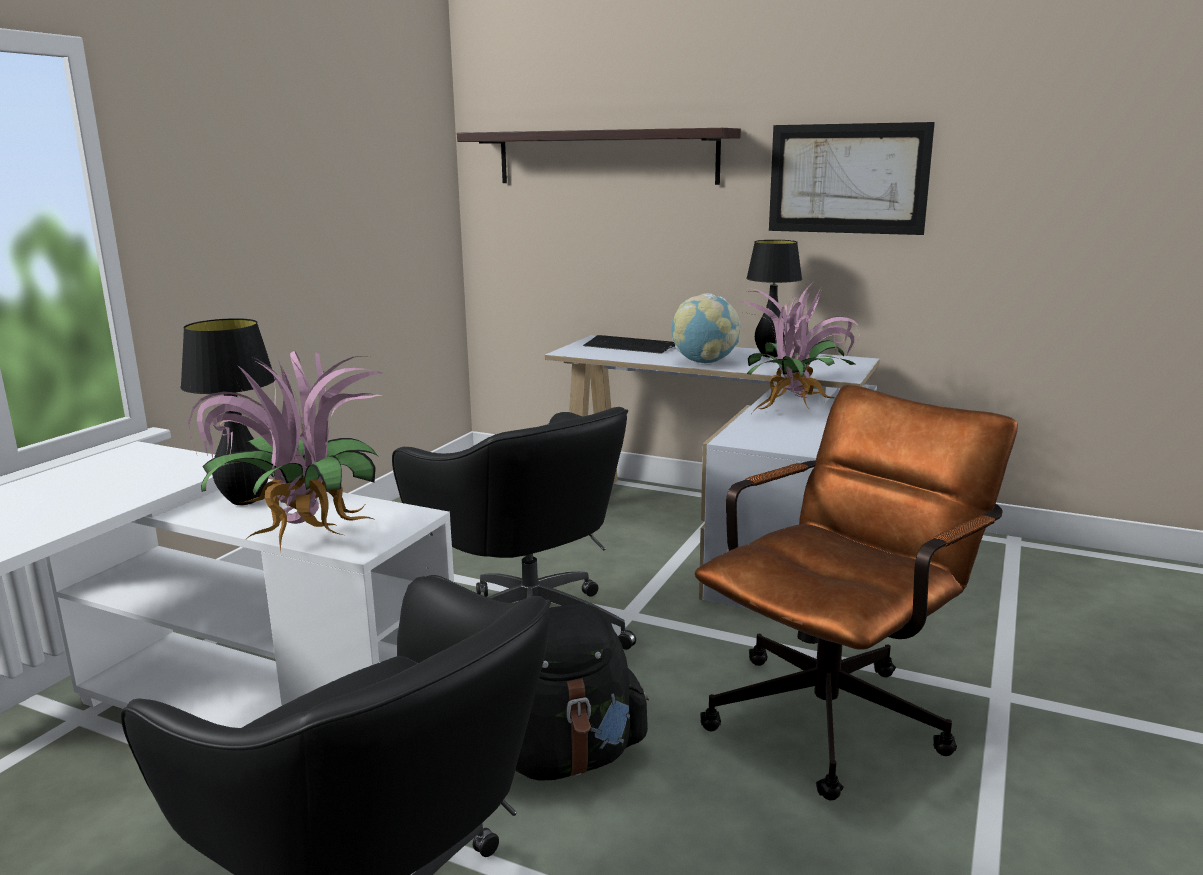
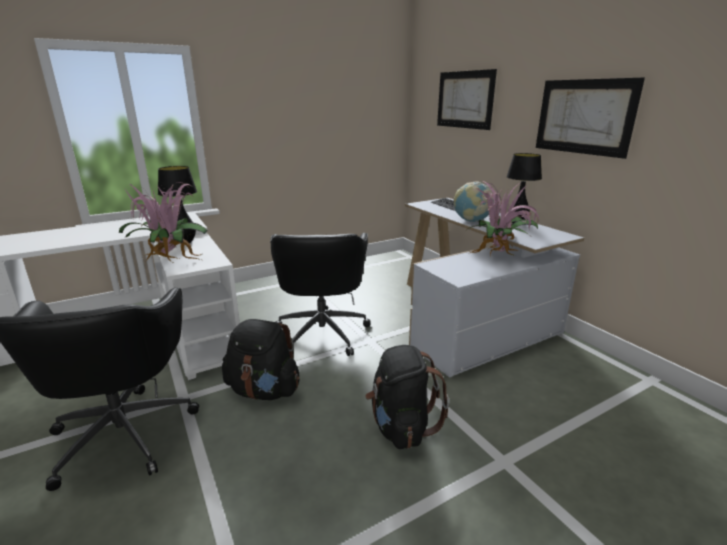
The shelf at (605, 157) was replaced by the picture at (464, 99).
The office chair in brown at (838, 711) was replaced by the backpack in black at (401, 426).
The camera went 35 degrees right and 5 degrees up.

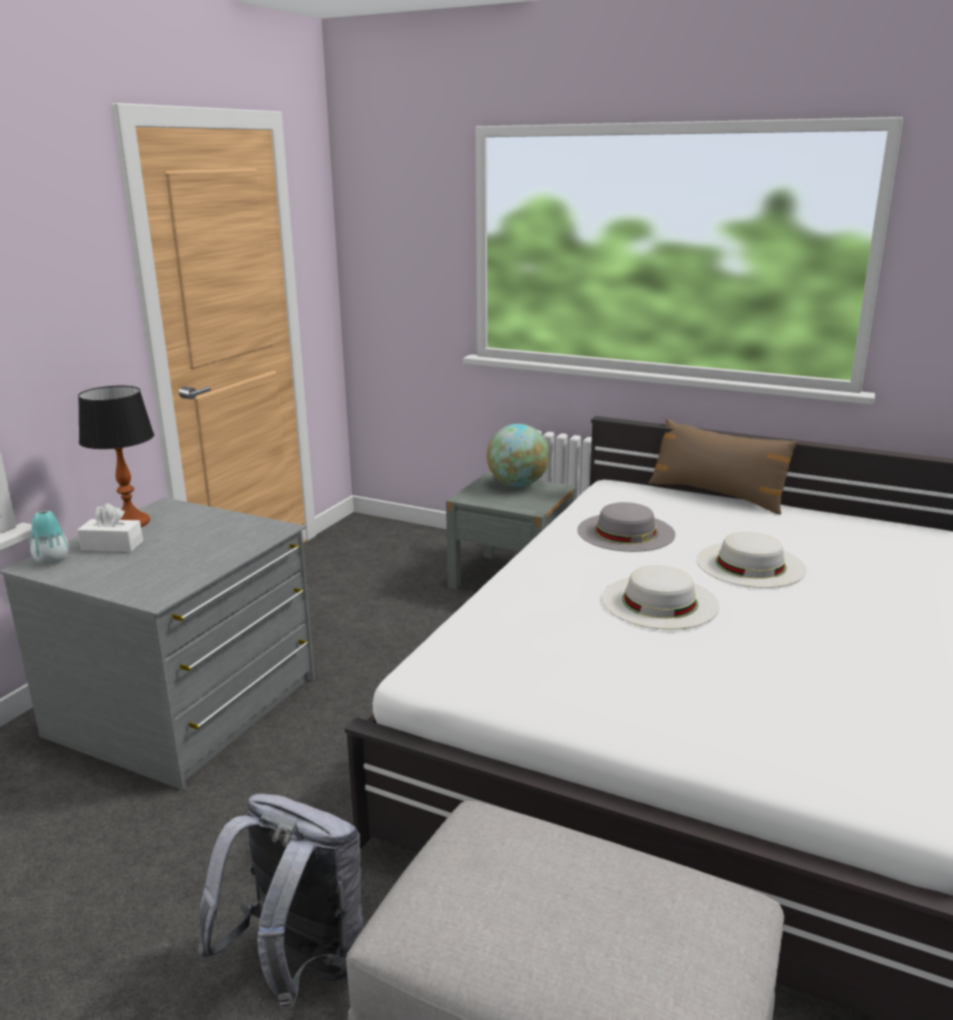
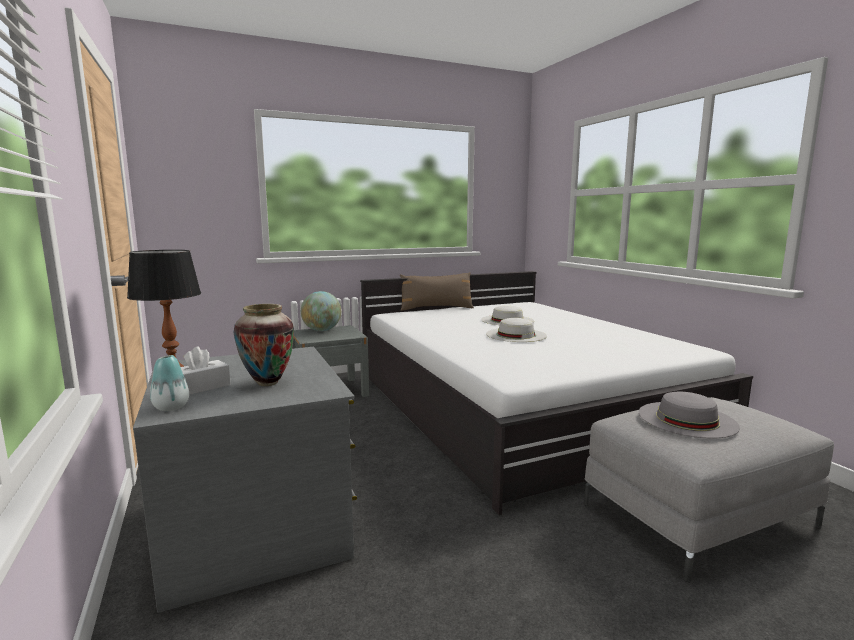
The backpack in grey at (298, 967) disappeared.
The vase at (267, 383) appeared.
The hat in grey moved from (626, 532) to (687, 419).
The camera went 50 degrees left and 10 degrees down.

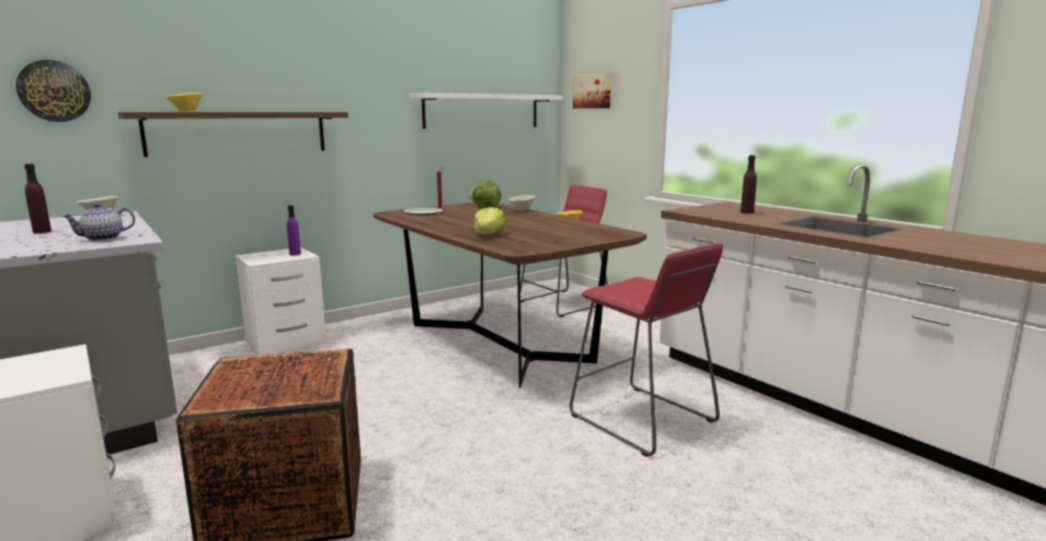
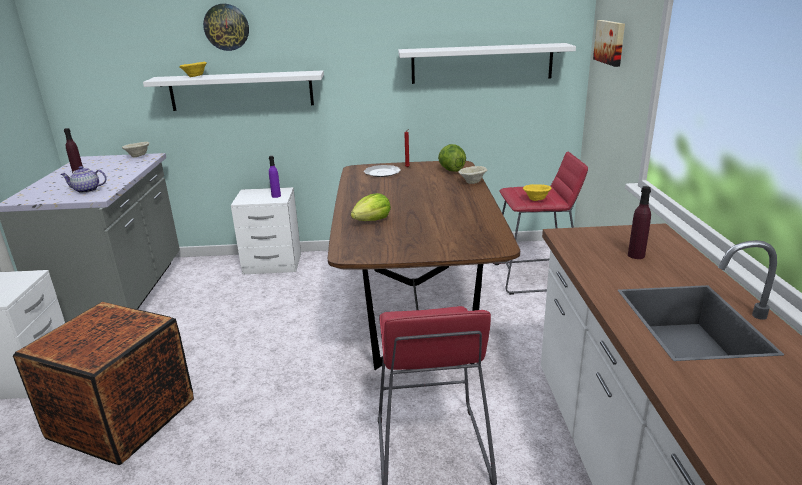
The wall clock moved from (54, 91) to (226, 27).
The shelf in brown at (238, 132) became the shelf in white at (241, 90).
The camera went 35 degrees right and 10 degrees up.

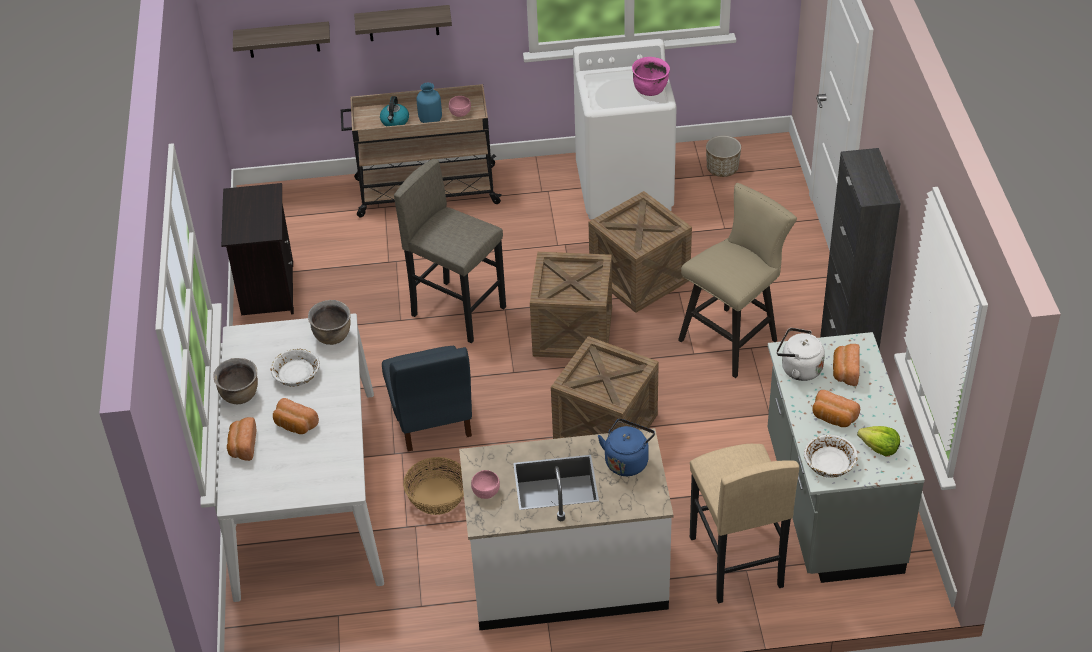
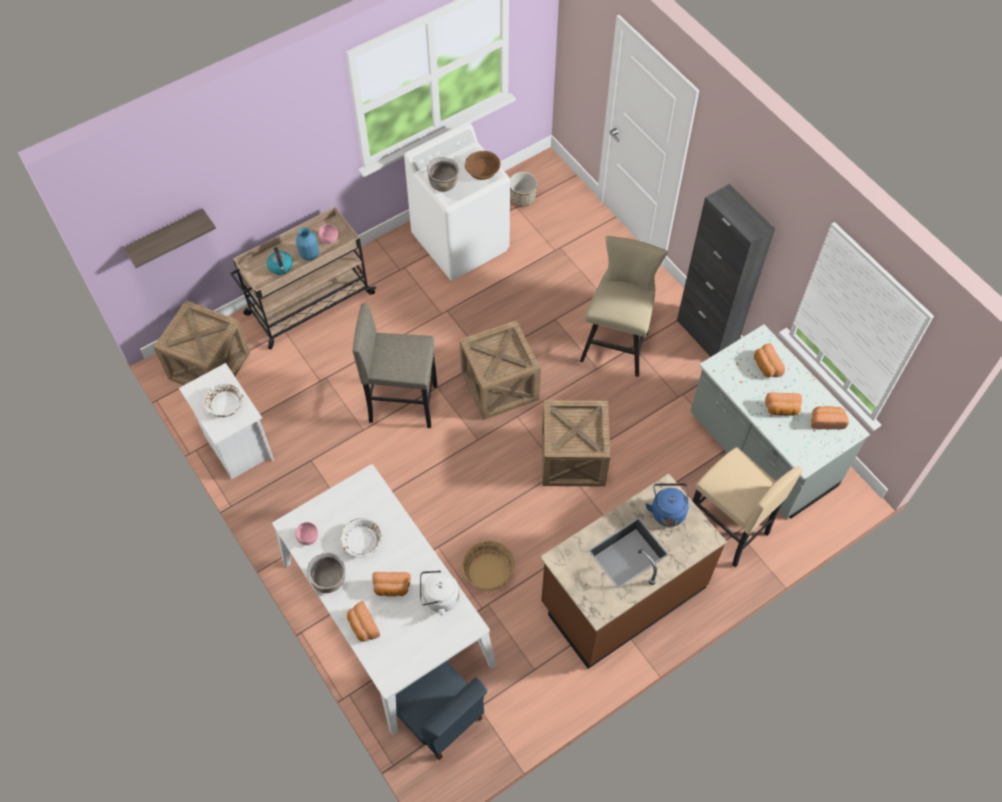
The shelf at (403, 23) disappeared.
The cooking pot in brown moved from (333, 336) to (444, 184).
The chair in blue moved from (431, 418) to (438, 715).
The bowl in pink moved from (486, 491) to (308, 537).
The crate moved from (639, 277) to (209, 366).
The kettle in white moved from (798, 369) to (439, 598).
The bowl in white moved from (829, 464) to (225, 405).
The cooking pot in pink at (650, 90) was replaced by the bowl in brown at (482, 170).
The lettuce at (879, 448) was replaced by the bread at (826, 421).
The nightstand in black at (266, 289) became the nightstand in white at (237, 446).
The counter in white at (568, 577) became the counter in brown at (622, 595).
The camera went 30 degrees left and 15 degrees up.

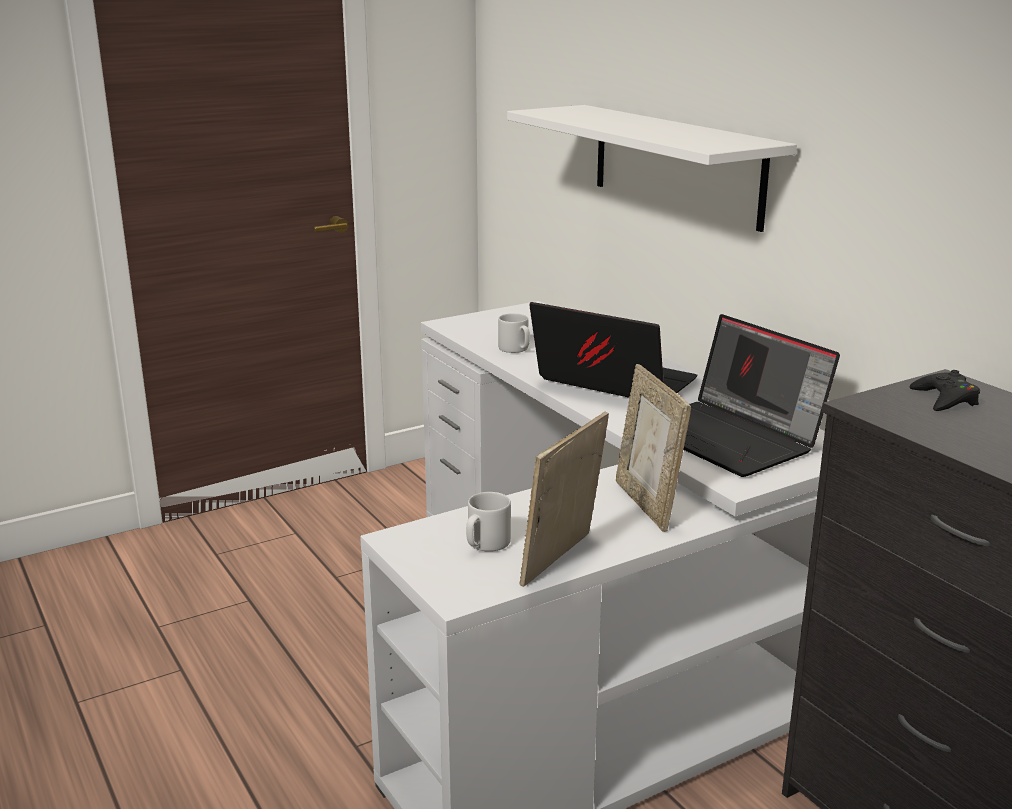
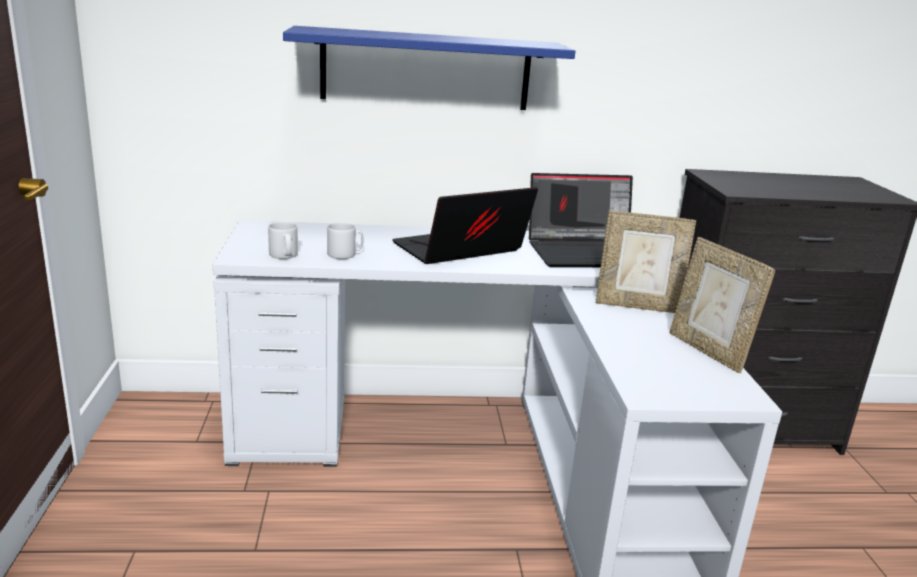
The game controller in black at (945, 399) disappeared.
The mug in grey moved from (485, 544) to (284, 256).
The shelf in white at (676, 164) became the shelf in blue at (426, 69).
The camera went 65 degrees left and 0 degrees up.

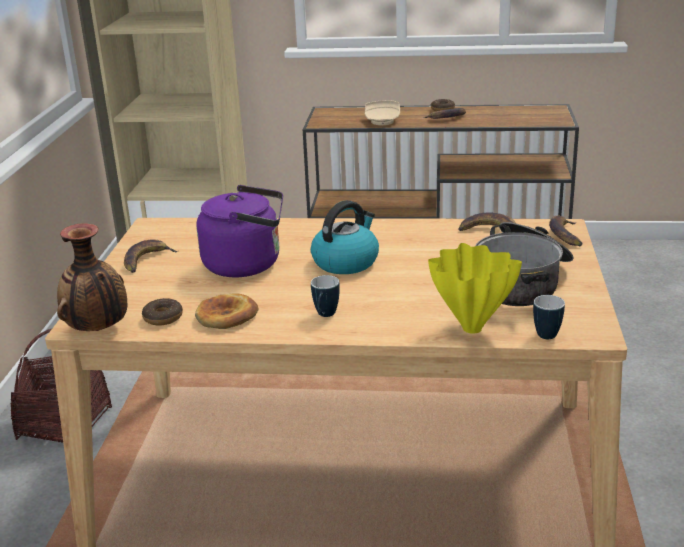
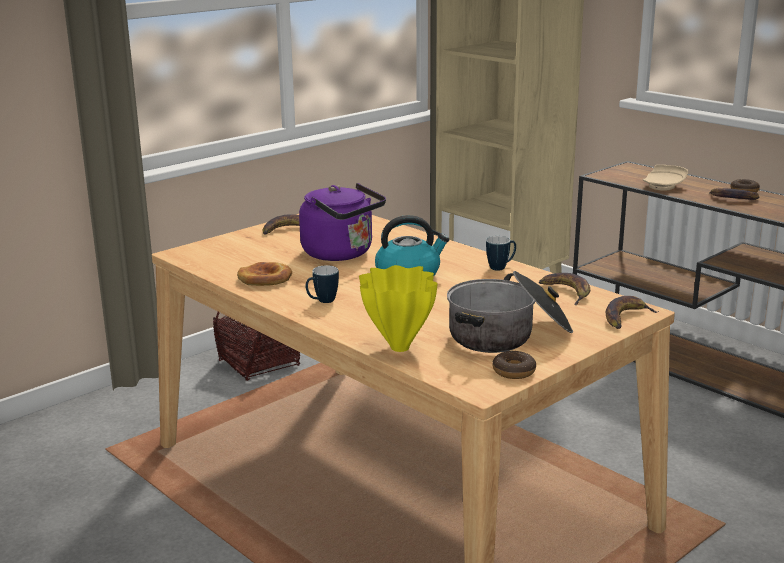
The vase at (98, 330) disappeared.
The donut moved from (163, 317) to (514, 371).
The mug moved from (547, 332) to (501, 267).
The camera went 40 degrees right and 5 degrees down.

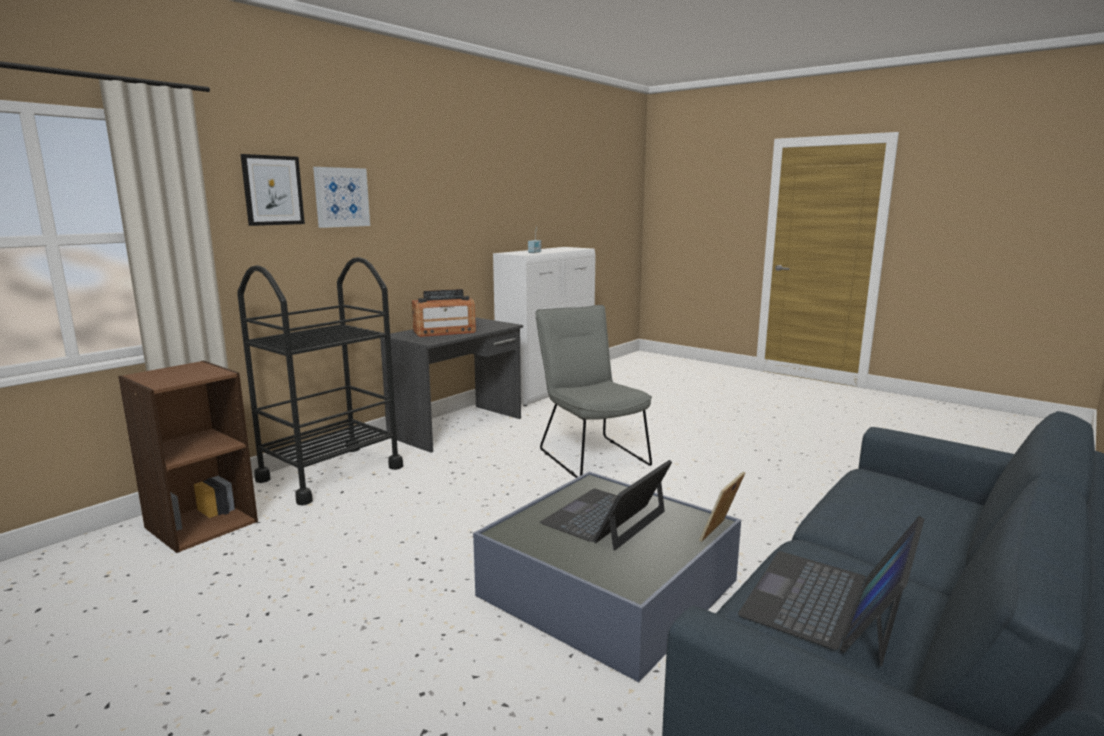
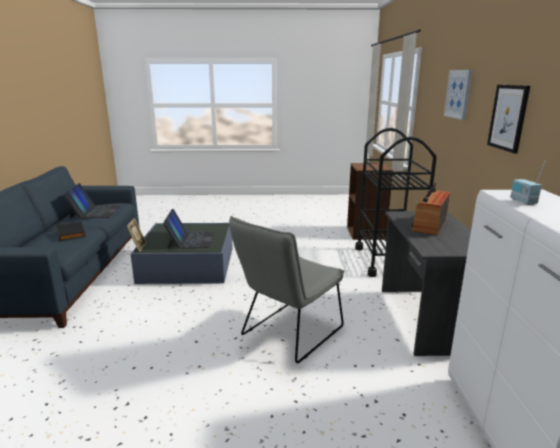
The book in black at (72, 233) appeared.
The picture moved from (273, 190) to (508, 117).
The chair in grey at (590, 454) turned 105 degrees clockwise.
The camera went 140 degrees right and 5 degrees up.

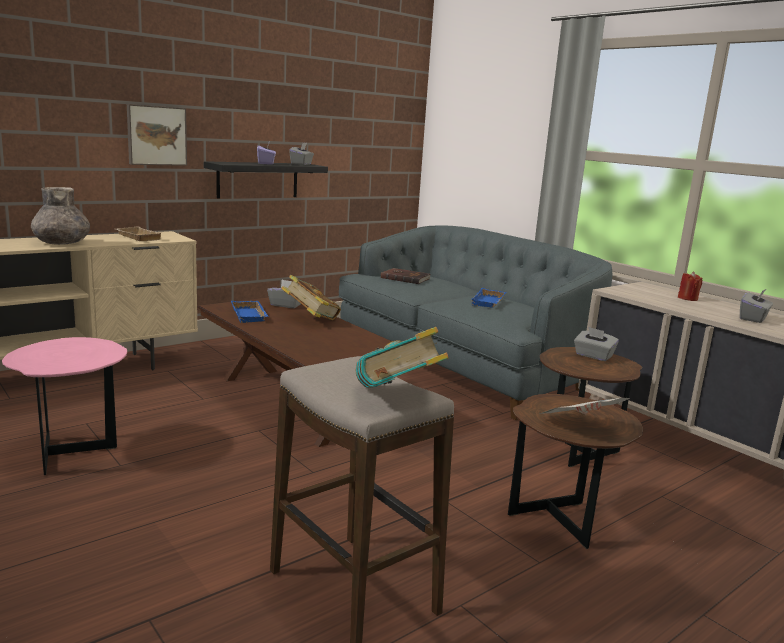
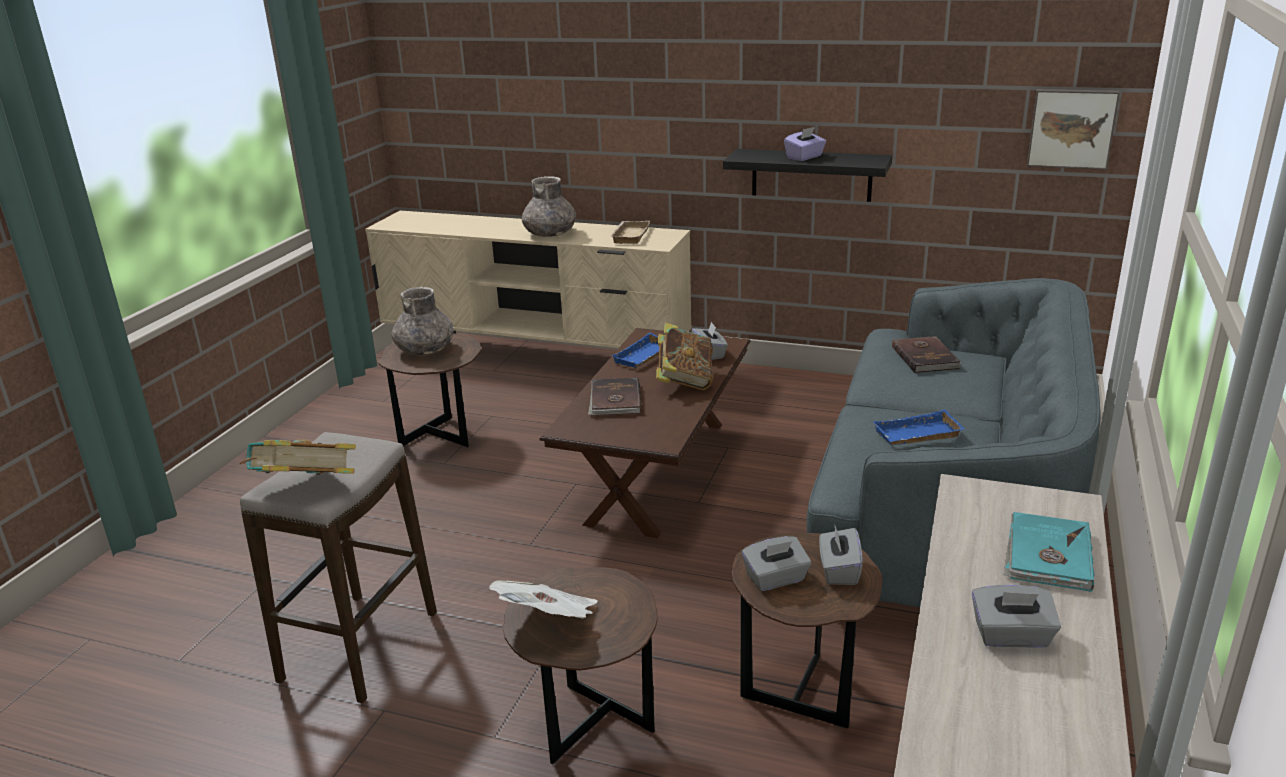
The vase in grey at (425, 350) appeared.
The book in brown at (614, 400) appeared.
The picture moved from (156, 135) to (1071, 128).
The tissue box in grey moved from (301, 164) to (776, 579).
The candle in red at (687, 298) was replaced by the book in turquoise at (1047, 556).
The side table in pink at (74, 452) became the side table in brown at (442, 438).
The camera went 60 degrees right and 10 degrees up.

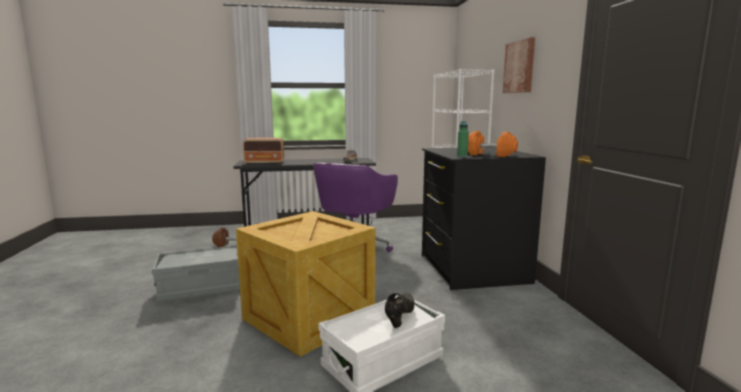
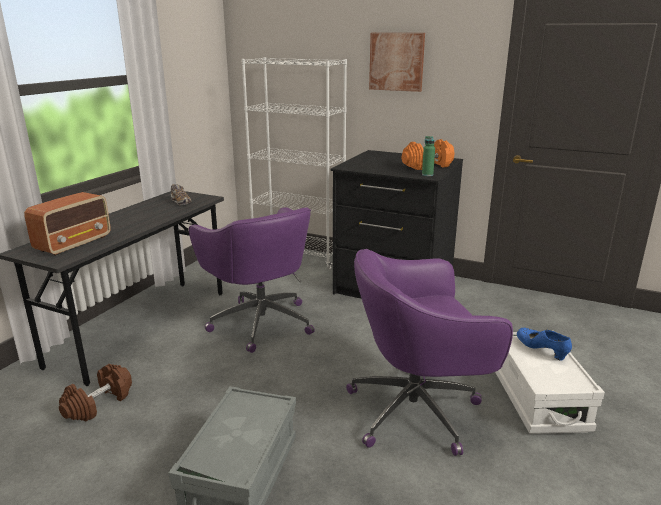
The crate at (309, 317) was replaced by the office chair in purple at (417, 410).
The shoe in black at (399, 317) became the shoe in blue at (541, 351).
The camera went 55 degrees left and 10 degrees up.

